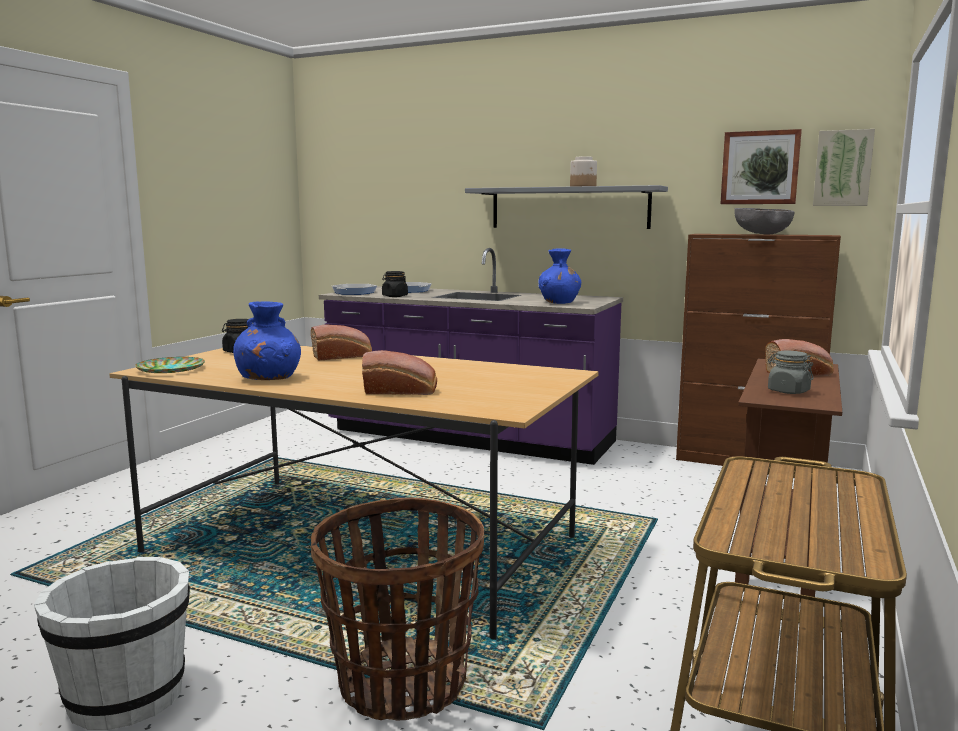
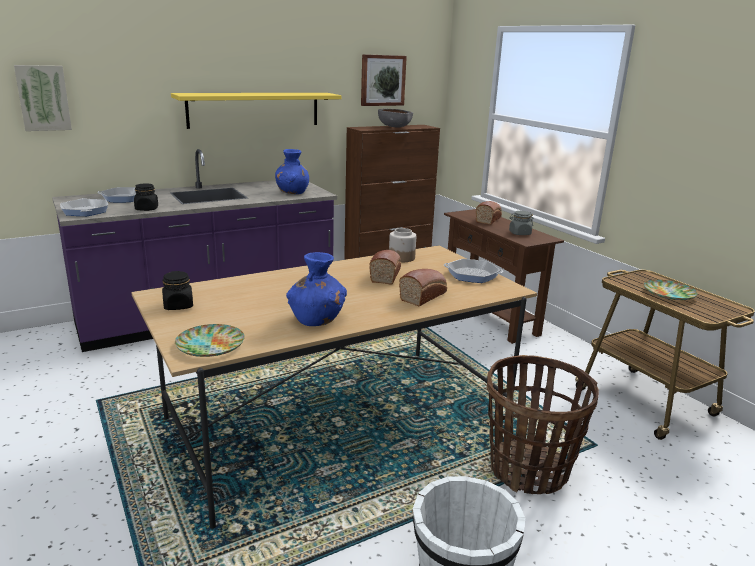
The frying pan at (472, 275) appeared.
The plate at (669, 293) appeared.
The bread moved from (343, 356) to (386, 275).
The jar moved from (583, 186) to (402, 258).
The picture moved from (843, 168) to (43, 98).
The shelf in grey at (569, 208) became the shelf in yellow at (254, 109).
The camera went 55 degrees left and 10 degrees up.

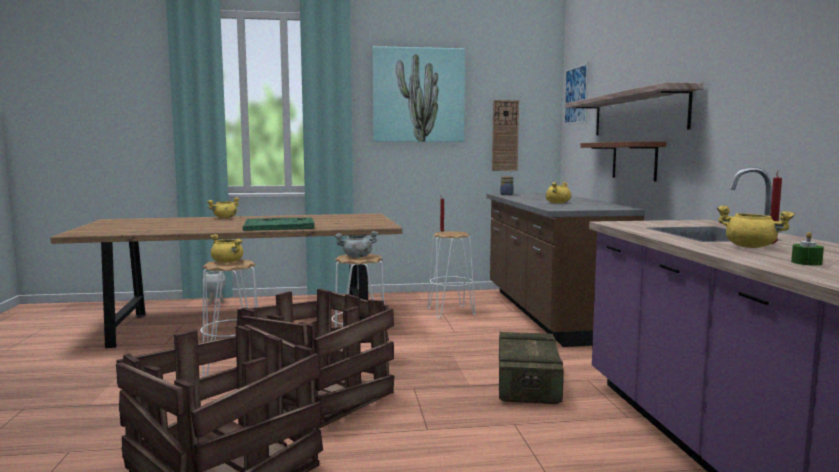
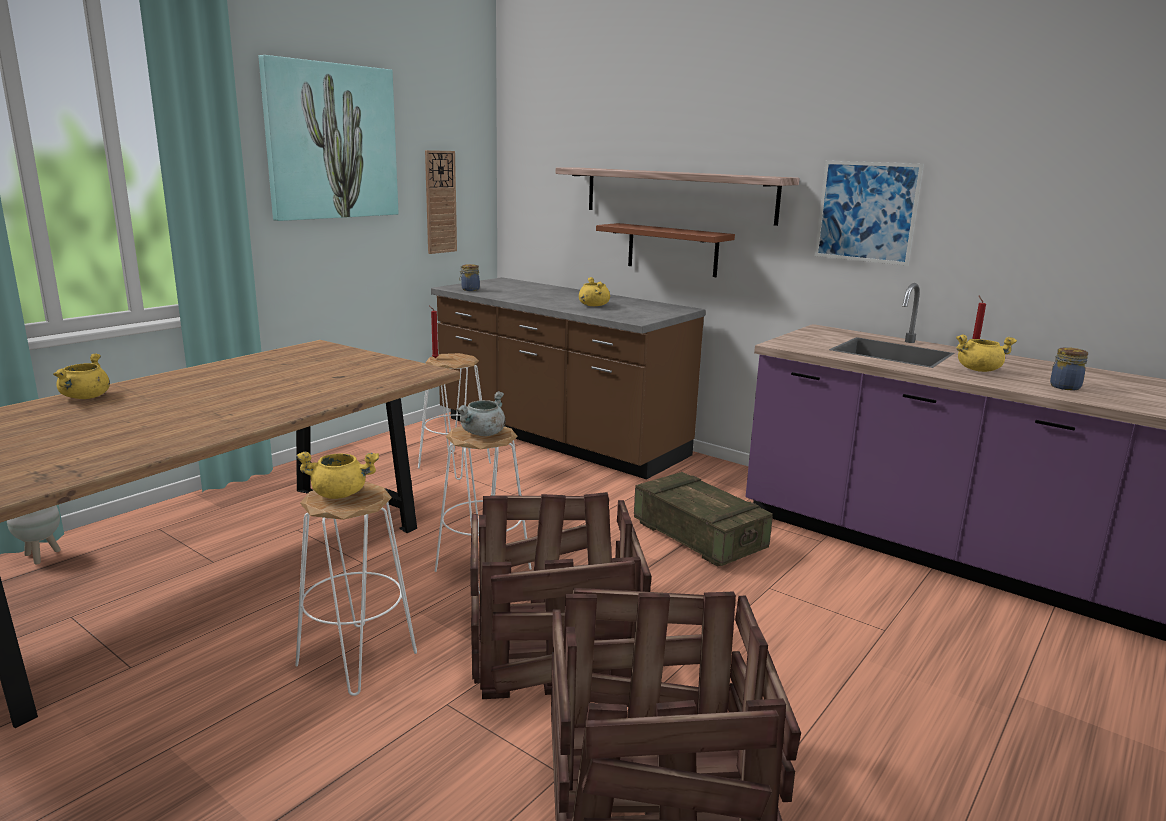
The tray in green at (280, 226) disappeared.
The picture moved from (576, 95) to (866, 212).
The candle in green at (806, 263) was replaced by the jar at (1063, 386).
The camera went 45 degrees left and 10 degrees up.

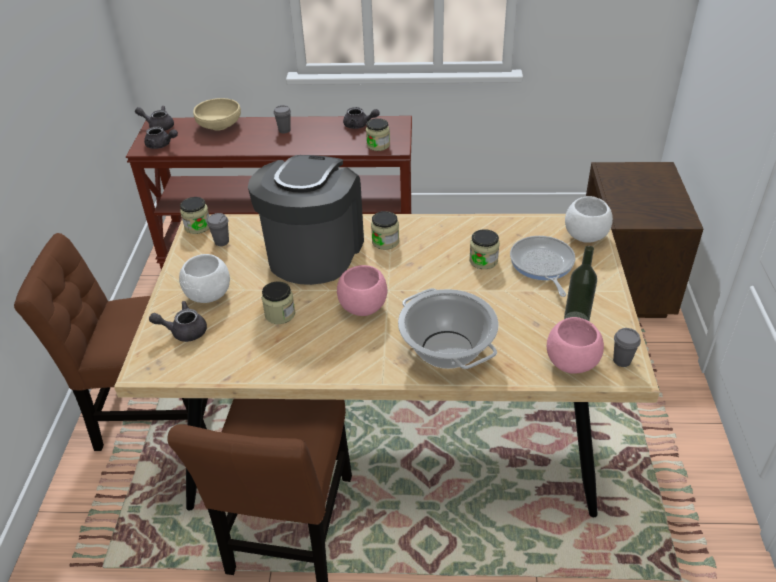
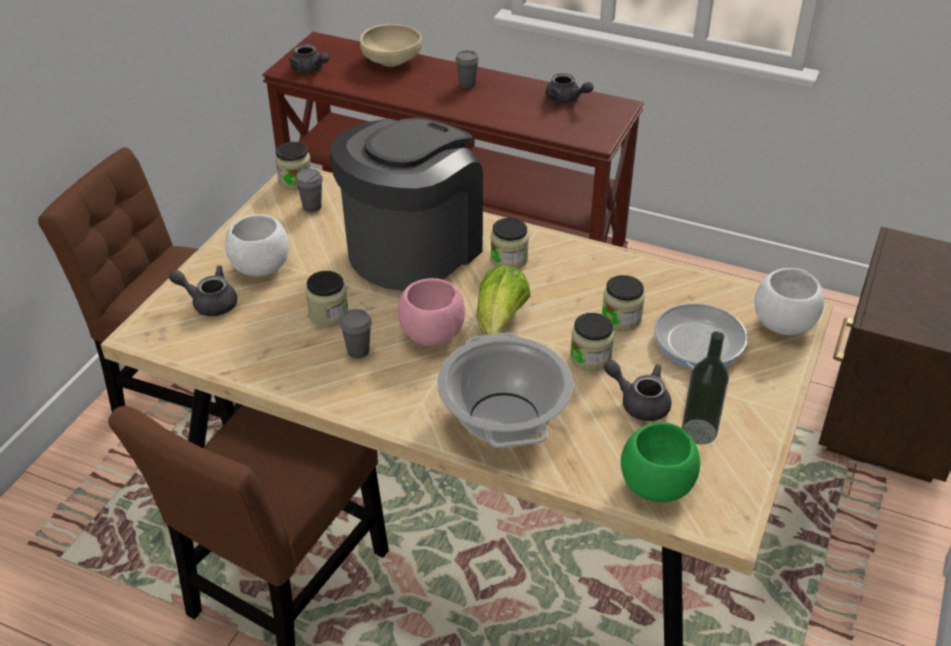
The lettuce at (500, 322) appeared.
The teapot in grey moved from (158, 126) to (639, 402).
The jar moved from (378, 145) to (590, 358).
The cup in grey moved from (622, 360) to (358, 351).
The bowl in pink at (571, 363) became the bowl in green at (655, 486).
The camera went 20 degrees right and 0 degrees up.

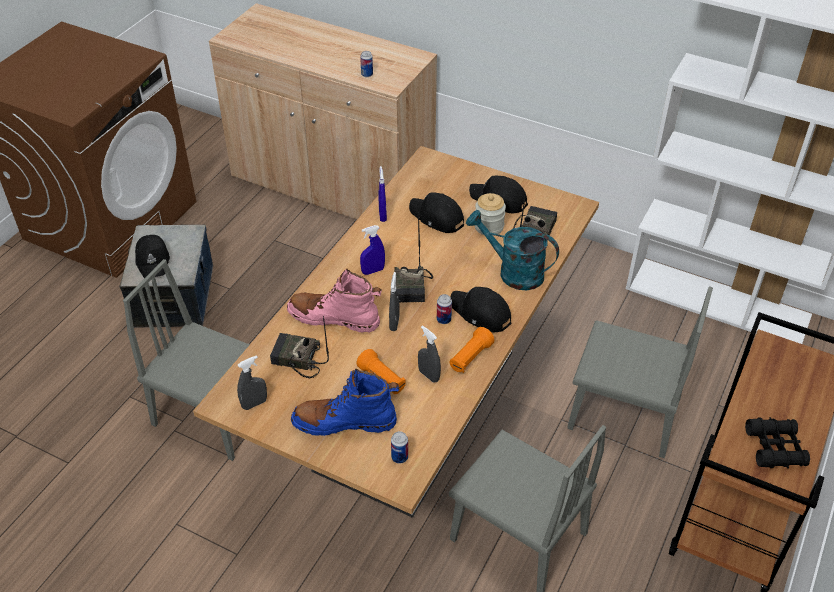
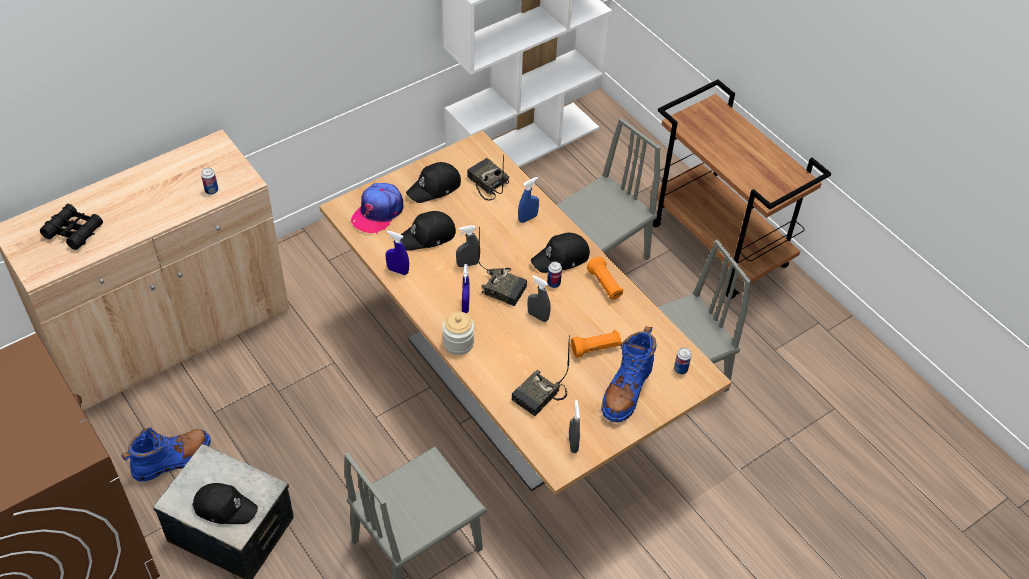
The boot in pink at (334, 318) disappeared.
The boot in blue at (172, 459) appeared.
The cap at (378, 212) appeared.
The spray bottle in grey moved from (429, 375) to (468, 264).
The jar moved from (489, 226) to (458, 343).
The binoculars in black moved from (775, 448) to (73, 231).
The watering can in turquoise at (513, 272) was replaced by the spray bottle in blue at (528, 218).
The camera went 65 degrees left and 5 degrees up.

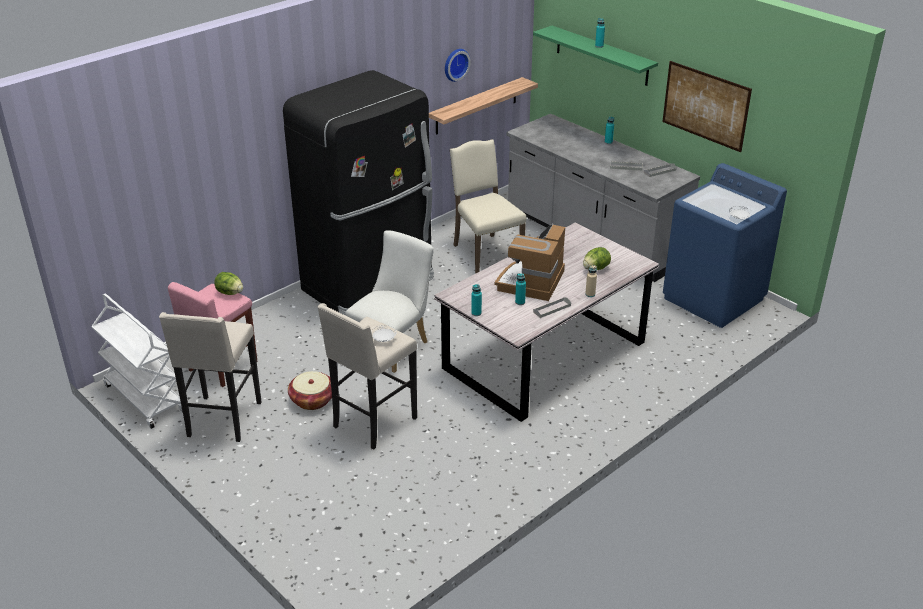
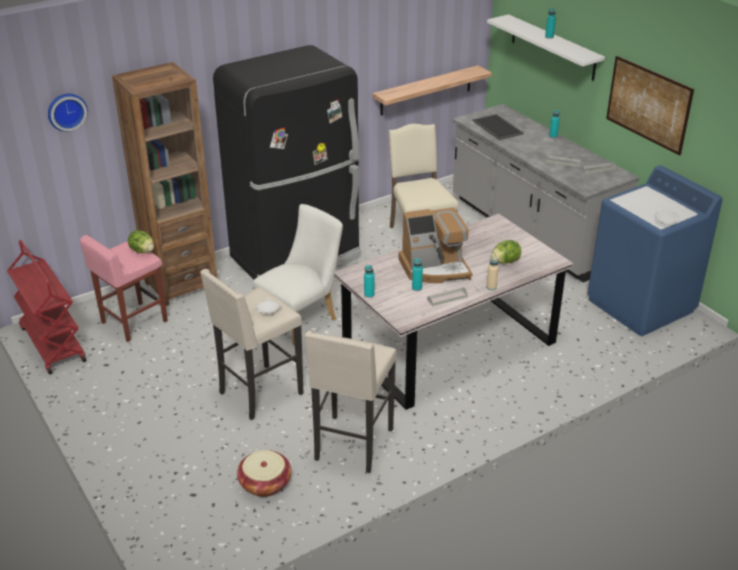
The bookcase in brown at (181, 285) appeared.
The tray at (498, 127) appeared.
The stool in beige moved from (223, 420) to (352, 446).
The basket moved from (312, 400) to (265, 483).
The wall clock moved from (455, 64) to (66, 111).
The cart in white at (144, 398) became the cart in red at (52, 344).
The shelf in green at (602, 55) became the shelf in white at (553, 47).
The coffee machine at (531, 281) turned 135 degrees counterclockwise.
The camera went 10 degrees right and 0 degrees up.

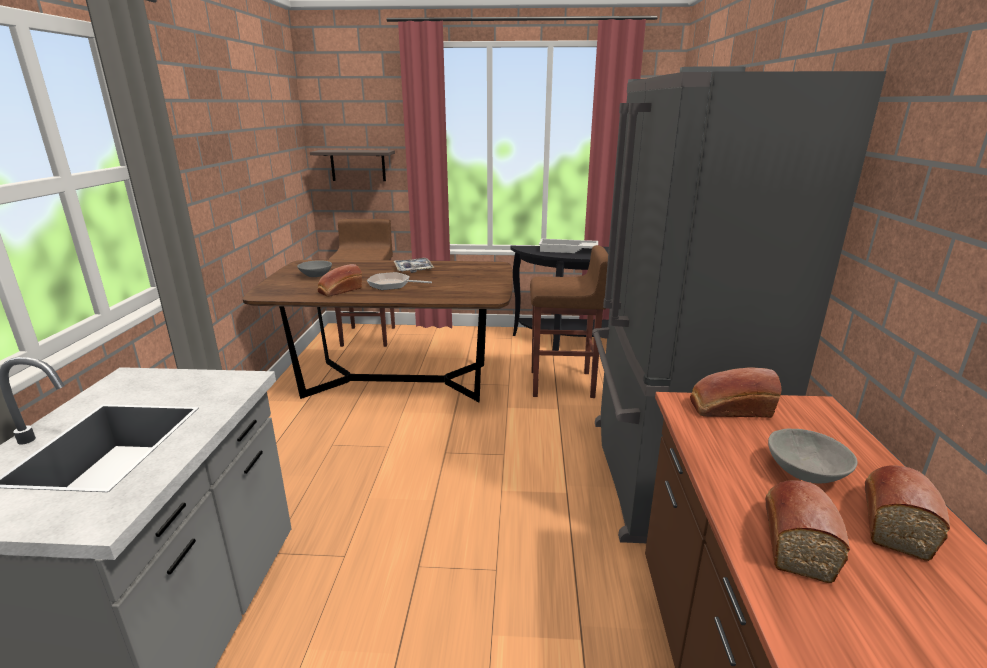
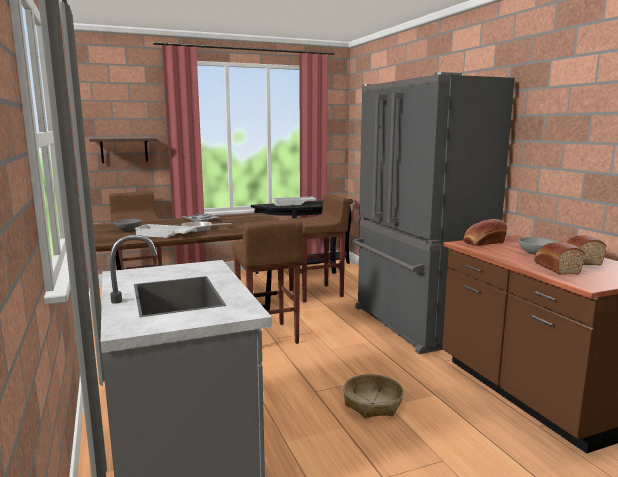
The stool in brown at (266, 337) appeared.
The basket at (372, 403) appeared.
The bread at (339, 291) was replaced by the tray in white at (164, 235).
The camera went 25 degrees left and 10 degrees down.

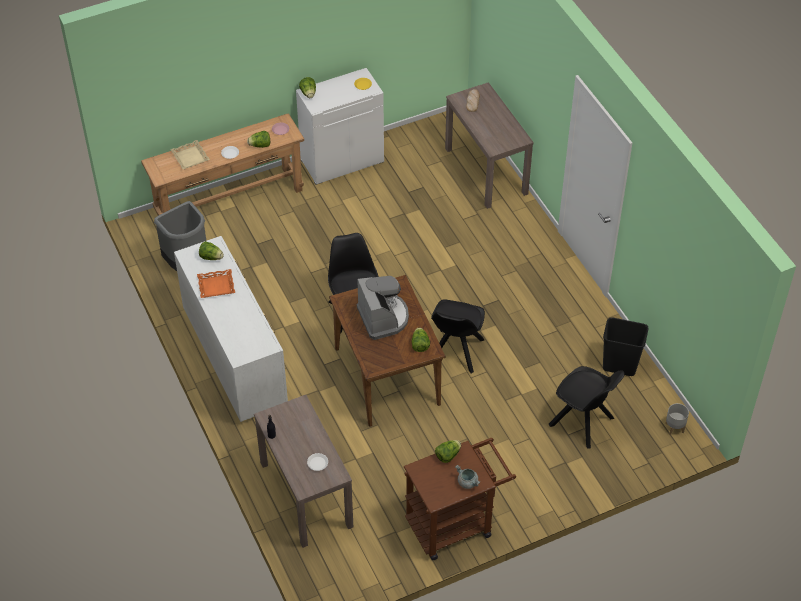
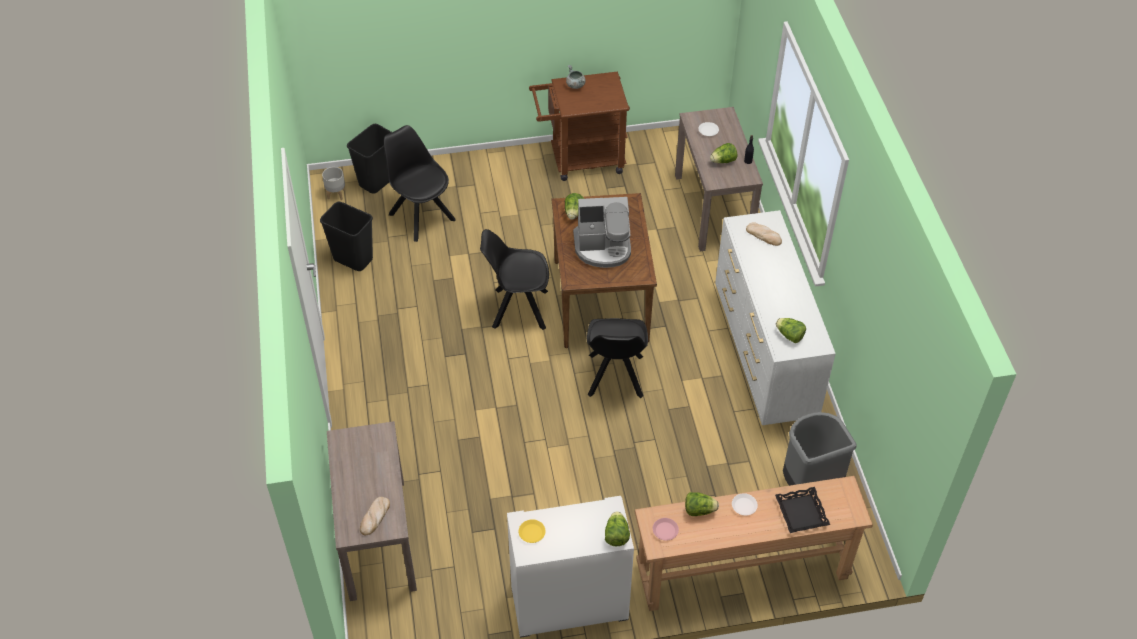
The tray in orange at (216, 286) disappeared.
The trash can in black at (377, 181) appeared.
The bread at (764, 235) appeared.
The lettuce moved from (448, 455) to (723, 161).
The tray in beige at (190, 157) became the tray in black at (801, 512).
The coffee machine at (383, 317) turned 90 degrees counterclockwise.
The chair in black at (455, 352) turned 120 degrees counterclockwise.
The camera went 165 degrees left and 0 degrees up.

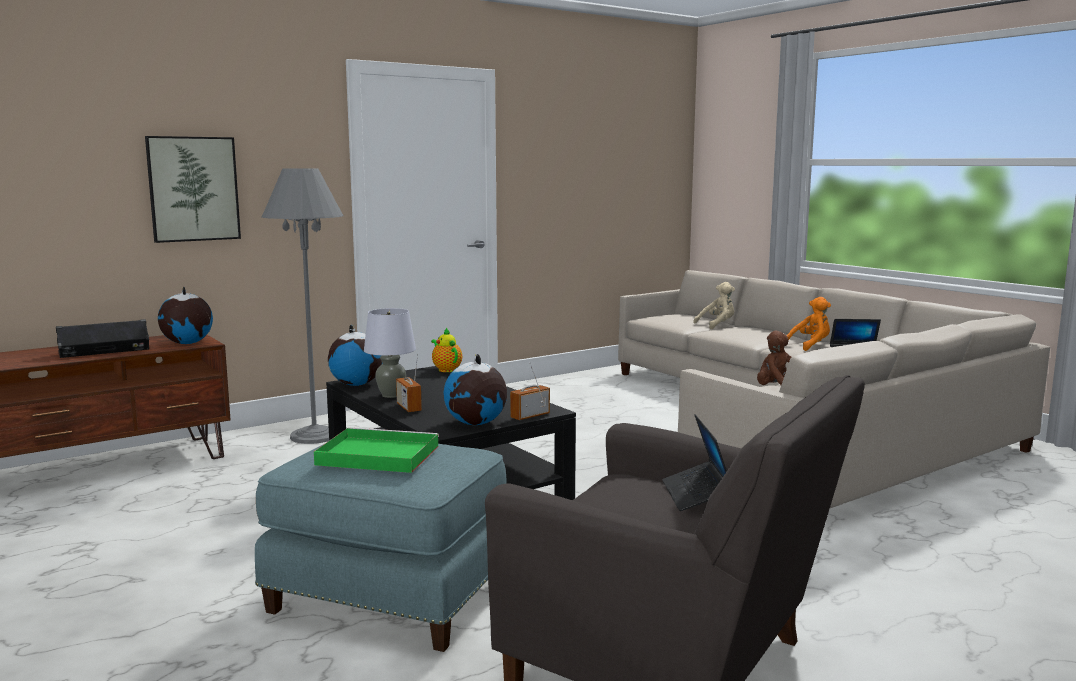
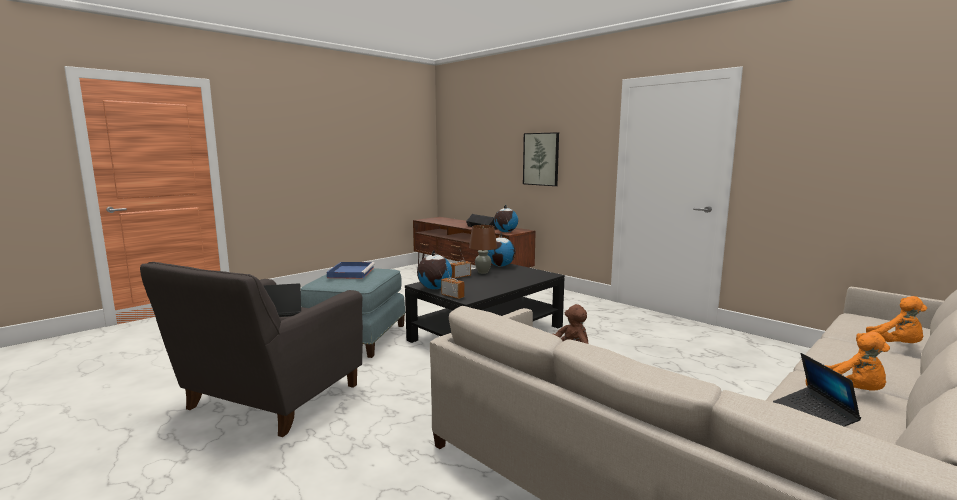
The floor lamp in grey at (314, 436) disappeared.
The teapot at (446, 369) disappeared.
The tray in green at (375, 455) became the tray in blue at (351, 272).
The table lamp in grey at (391, 395) became the table lamp in brown at (482, 272).
The plush toy in beige at (717, 325) became the plush toy in orange at (892, 346).
The camera went 80 degrees right and 0 degrees up.

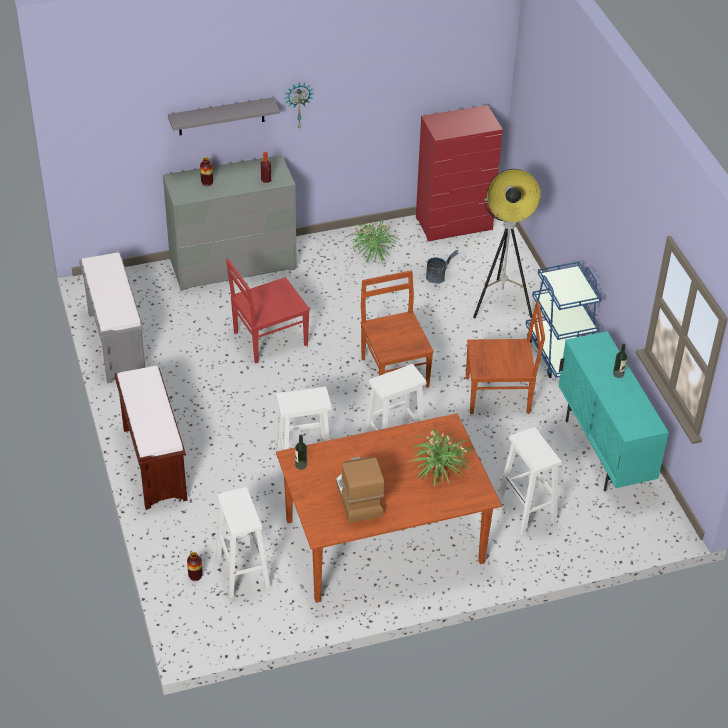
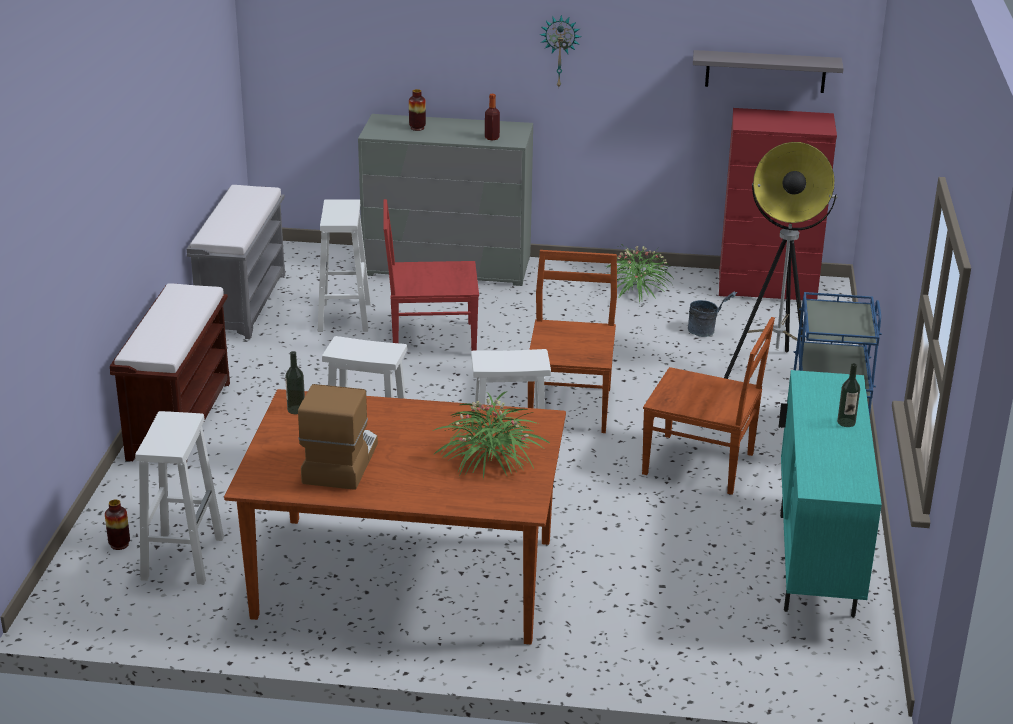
The shelf in grey moved from (221, 116) to (765, 71).
The stool in white moved from (527, 512) to (344, 317).
The camera went 25 degrees right and 15 degrees down.

